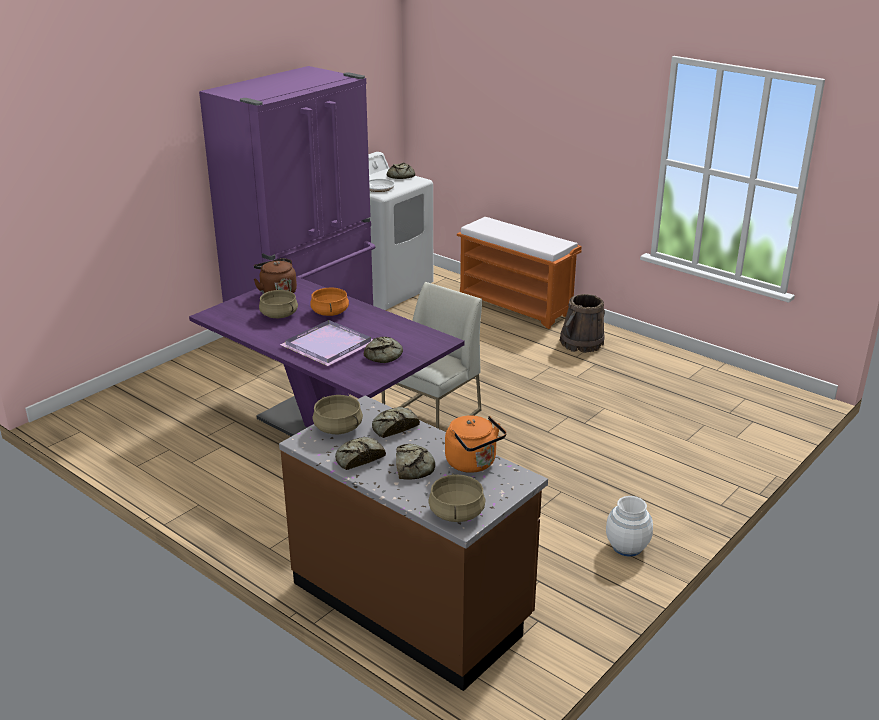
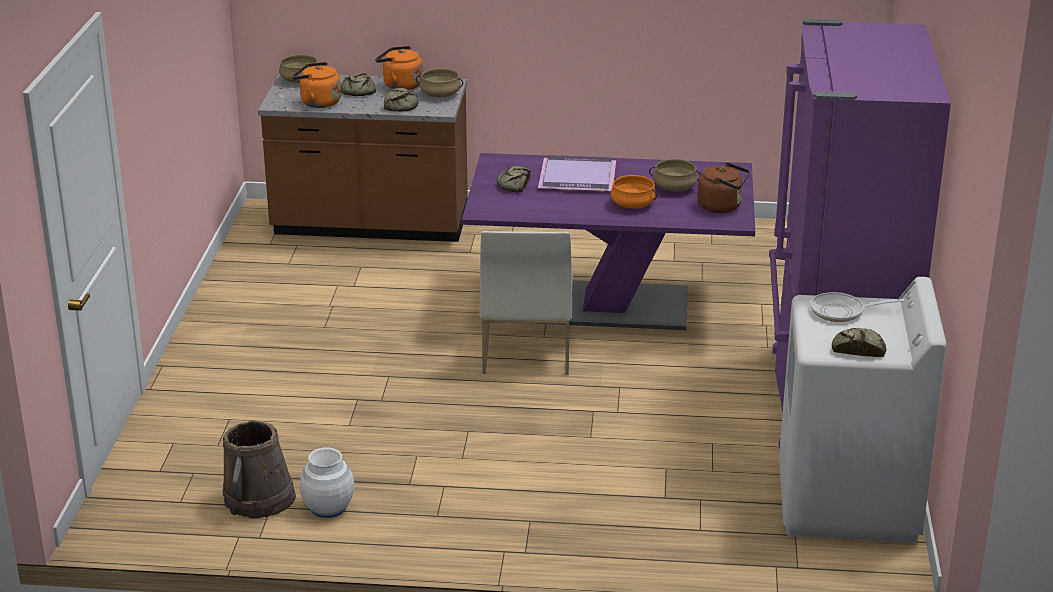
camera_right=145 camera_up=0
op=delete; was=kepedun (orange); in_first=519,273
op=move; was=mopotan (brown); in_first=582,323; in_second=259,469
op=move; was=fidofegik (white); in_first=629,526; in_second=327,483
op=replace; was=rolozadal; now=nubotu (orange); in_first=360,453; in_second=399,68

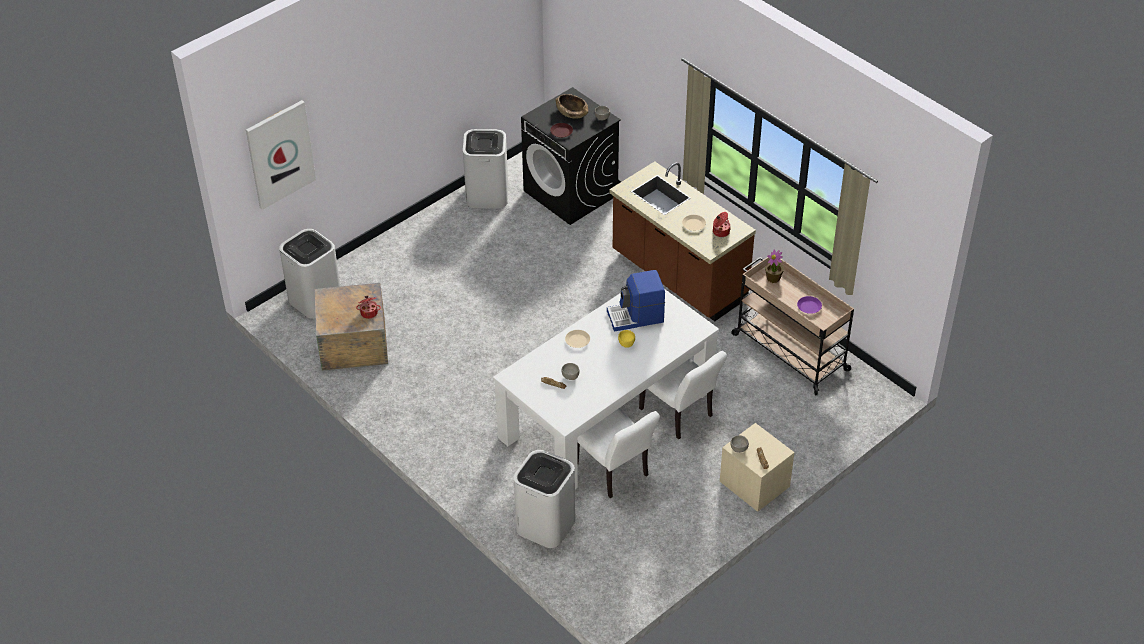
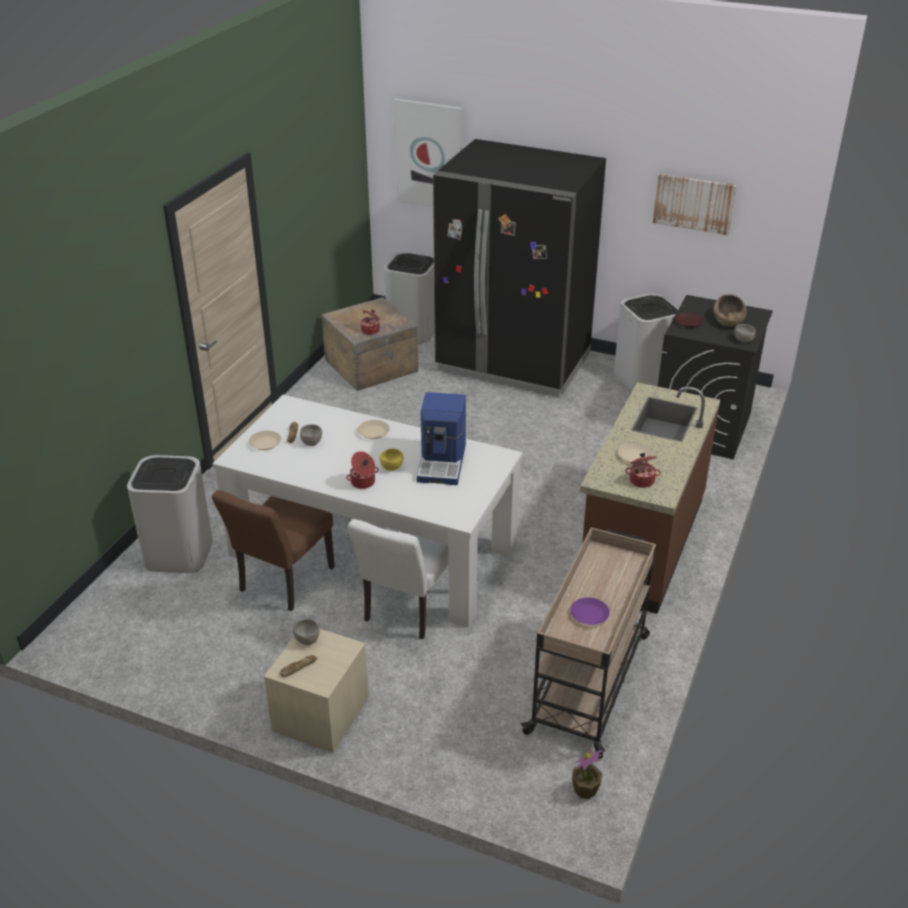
camera_right=65 camera_up=-10
op=insert; now=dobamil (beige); in_second=264,440
op=insert; now=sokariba; in_second=362,470
op=insert; now=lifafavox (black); in_second=519,268
op=insert; now=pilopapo; in_second=694,204
op=move; was=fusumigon; in_first=774,266; in_second=587,774
op=recolor; was=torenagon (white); now=torenagon (brown); in_first=618,453; in_second=273,550
op=rotate; was=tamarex; in_first=636,301; in_second=441,438; clockwise=-135

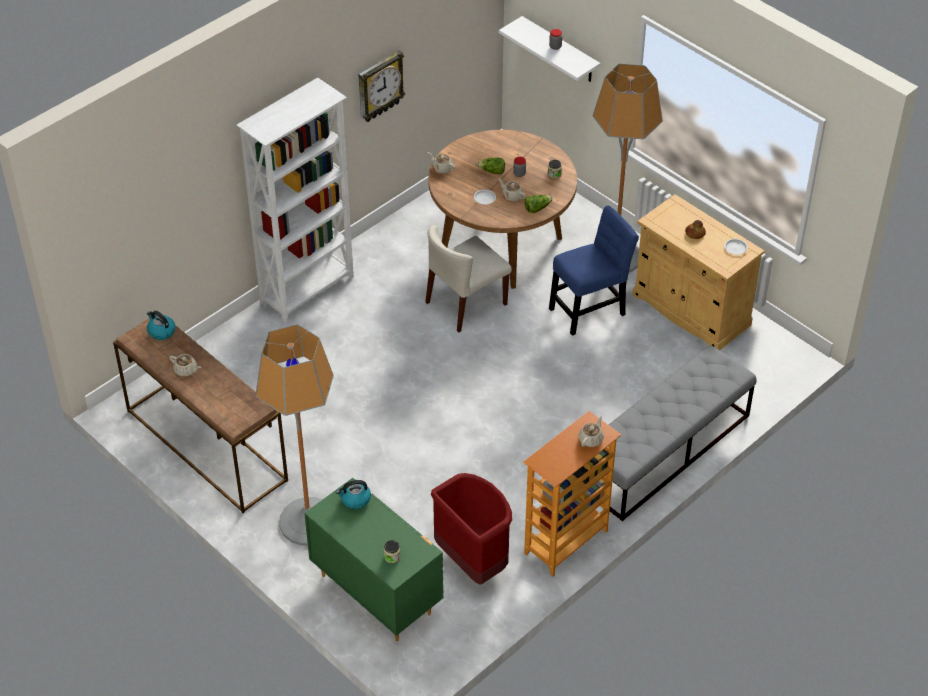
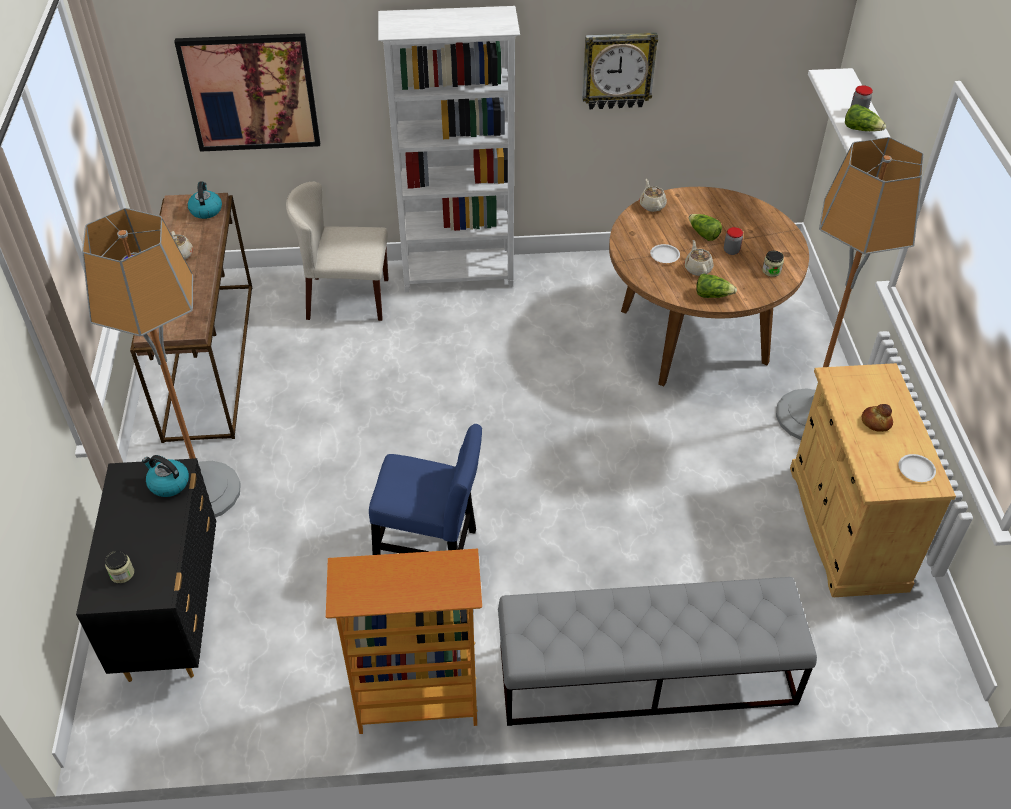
camera_right=40 camera_up=0
op=delete; was=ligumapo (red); in_first=471,529
op=delete; was=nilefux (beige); in_first=591,431
op=insert; now=pilopapo; in_second=247,92
op=insert; now=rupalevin; in_second=865,117
op=move; was=torenagon (beige); in_first=469,279; in_second=337,251
op=move; was=torenagon (blue); in_first=594,270; in_second=425,489
op=recolor; was=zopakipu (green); now=zopakipu (black); in_first=374,560; in_second=146,570

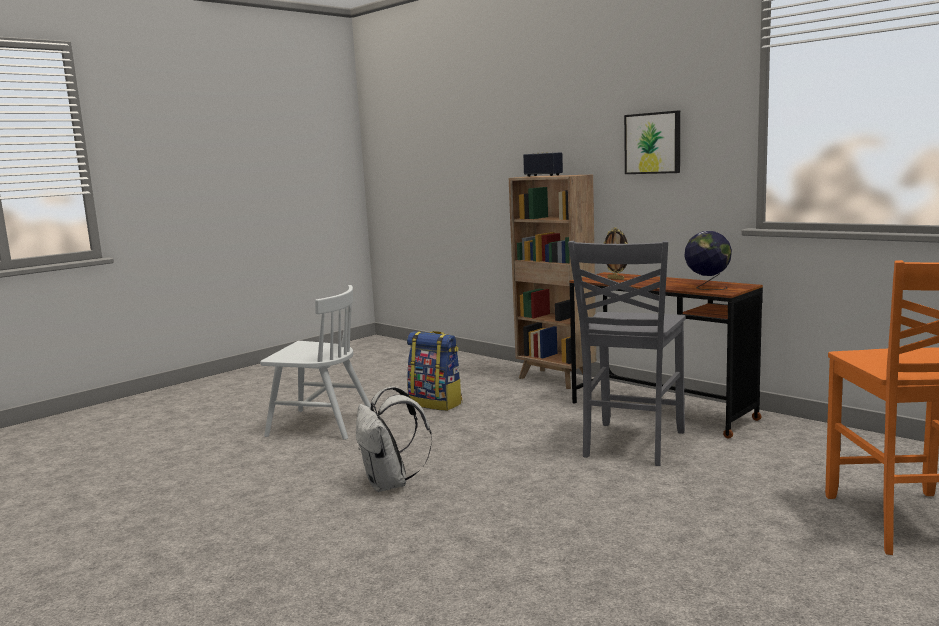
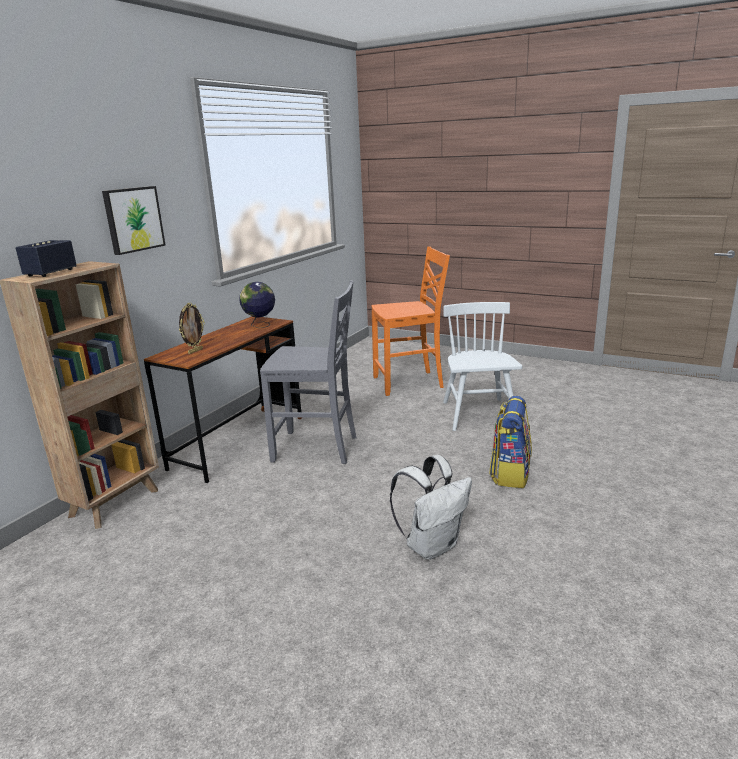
camera_right=-105 camera_up=10
op=move; was=torenagon (white); in_first=315,362; in_second=482,366
op=move; was=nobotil; in_first=434,371; in_second=510,442

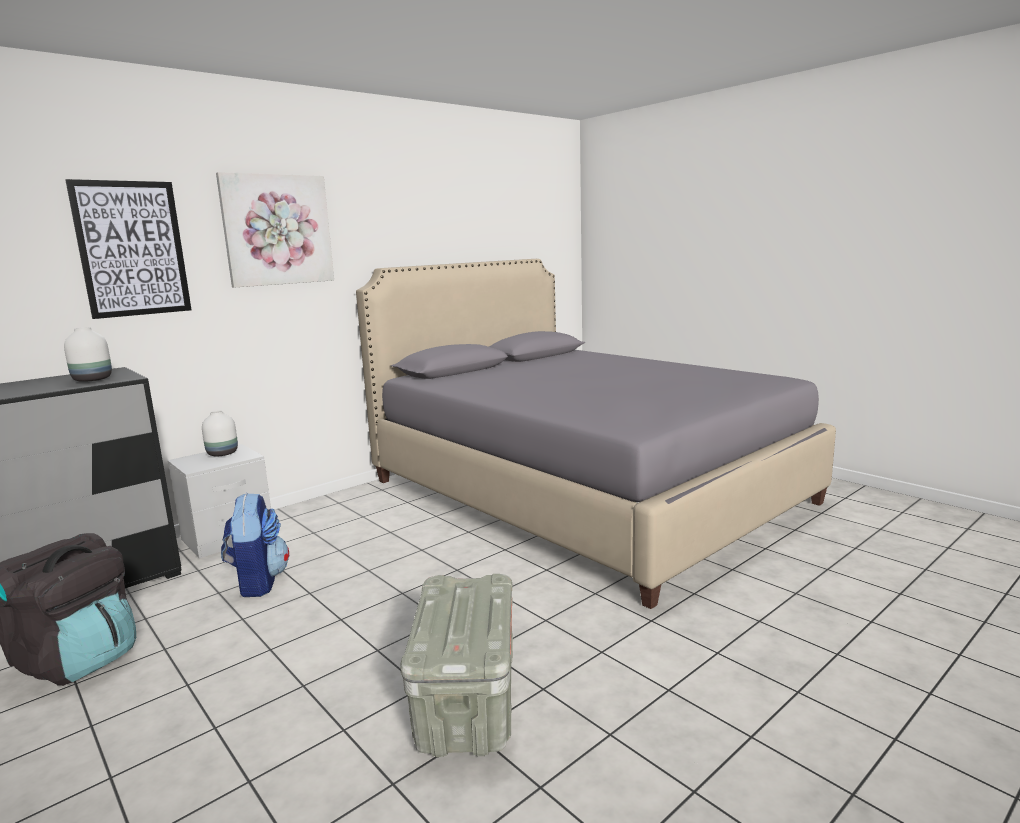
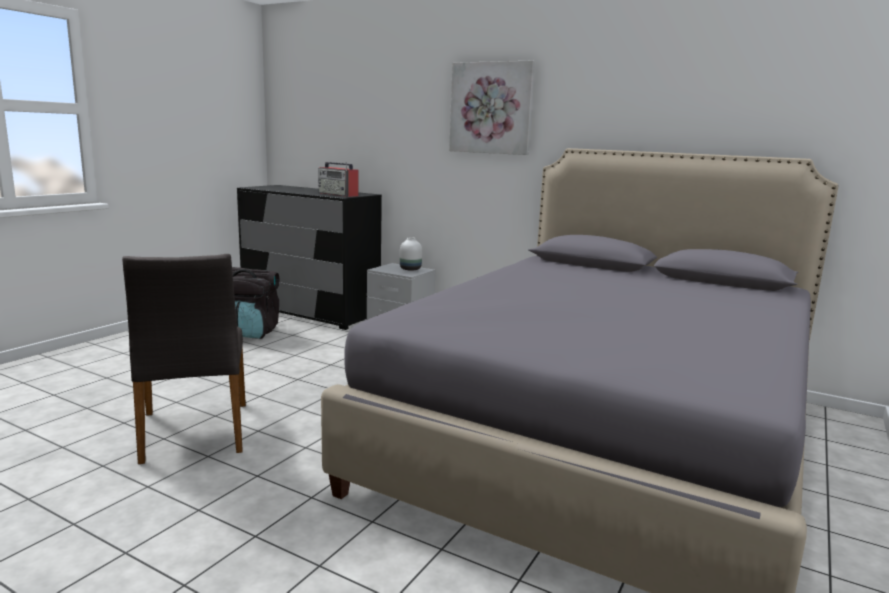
camera_right=70 camera_up=0
op=delete; was=pilopapo; in_first=128,249
op=delete; was=nobotil; in_first=255,545
op=replace; was=fidofegik (white); now=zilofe; in_first=88,354; in_second=338,179
op=replace; was=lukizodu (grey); now=torenagon (grey); in_first=456,665; in_second=184,359

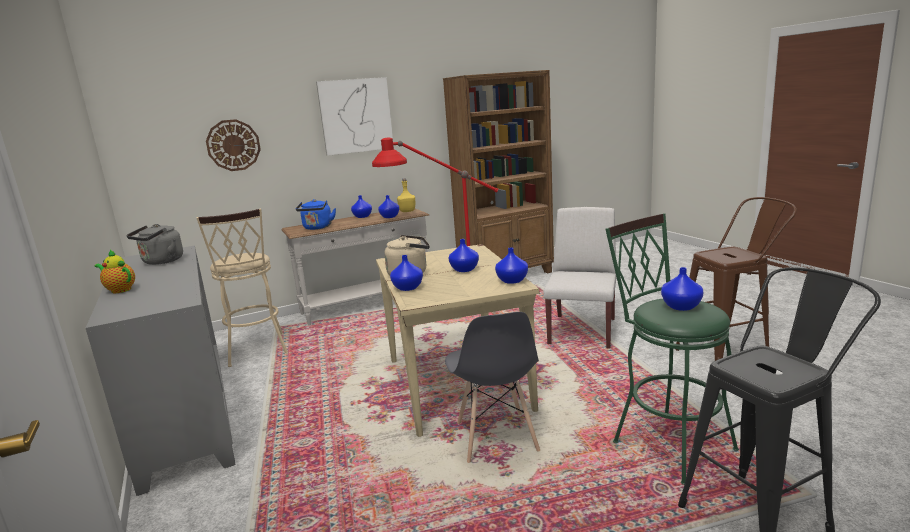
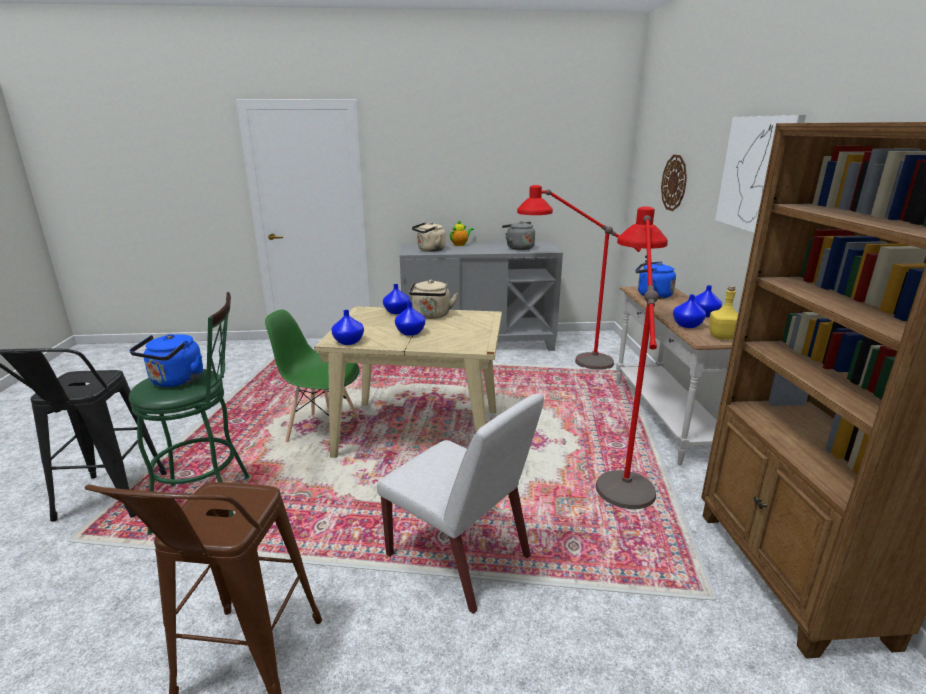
camera_right=110 camera_up=5
op=insert; now=nubotu (beige); in_second=429,237
op=replace; was=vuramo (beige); now=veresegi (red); in_first=242,288; in_second=579,277
op=replace; was=fidofegik (blue); now=nubotu (blue); in_first=682,289; in_second=166,360
op=recolor; was=torenagon (grey); now=torenagon (green); in_first=492,387; in_second=313,376

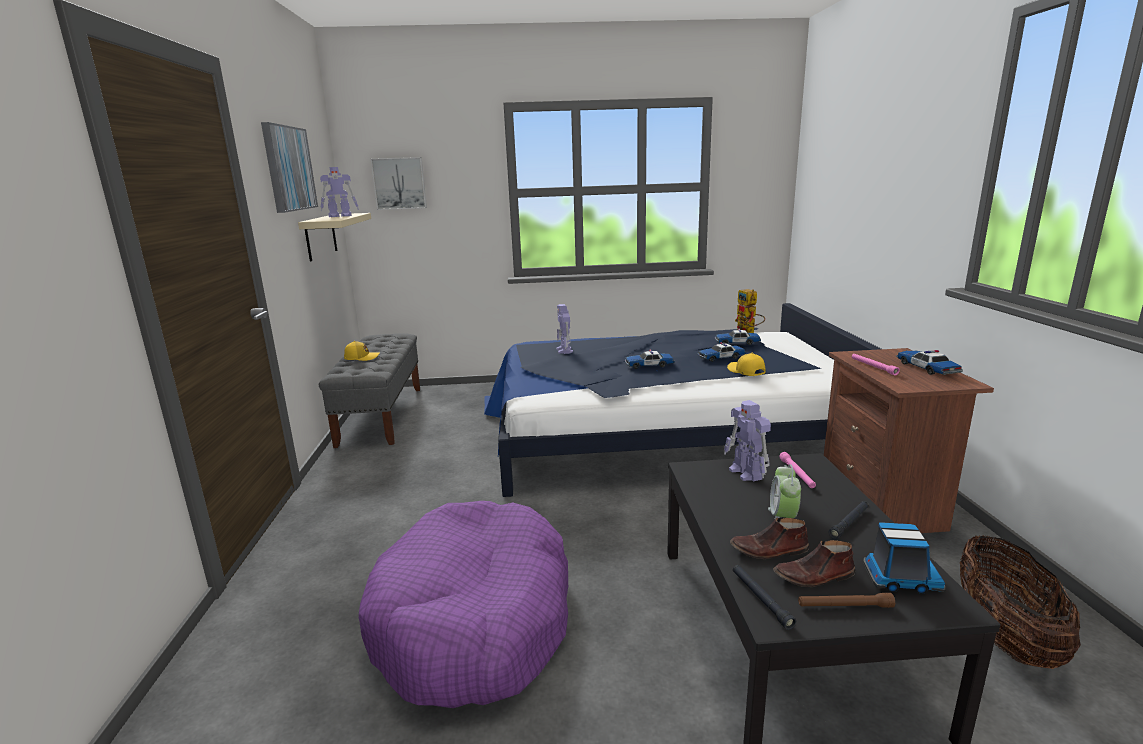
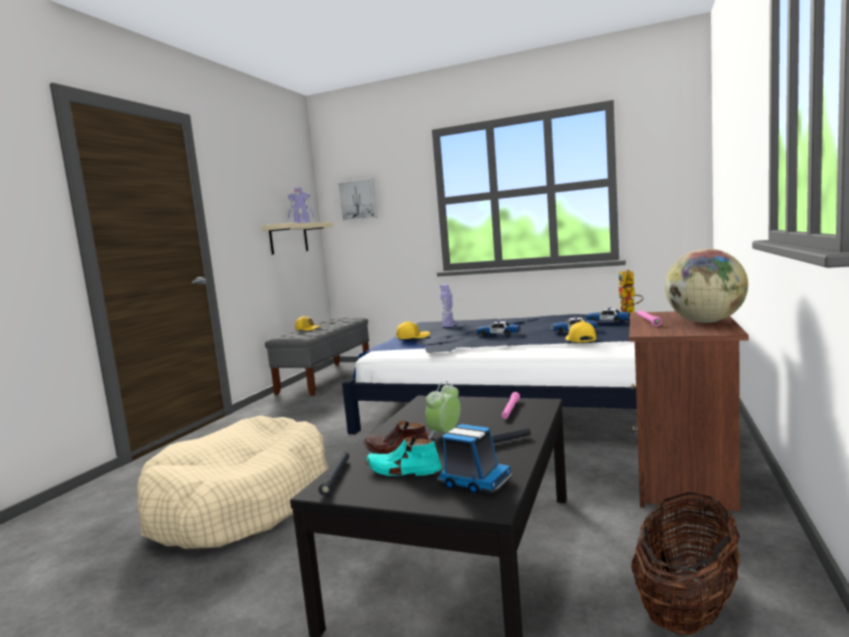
camera_right=25 camera_up=-10
op=delete; was=pilopapo; in_first=289,167
op=delete; was=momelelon; in_first=747,441
op=delete; was=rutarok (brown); in_first=846,600
op=insert; now=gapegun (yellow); in_second=413,329
op=replace; was=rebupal; now=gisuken; in_first=929,362; in_second=706,286
op=recolor; was=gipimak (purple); now=gipimak (beige); in_first=463,604; in_second=232,482
op=recolor; was=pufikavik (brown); now=pufikavik (turquoise); in_first=814,563; in_second=403,456

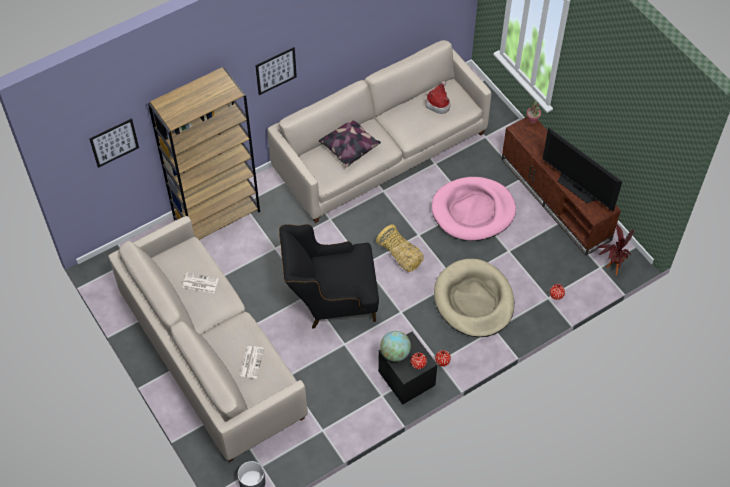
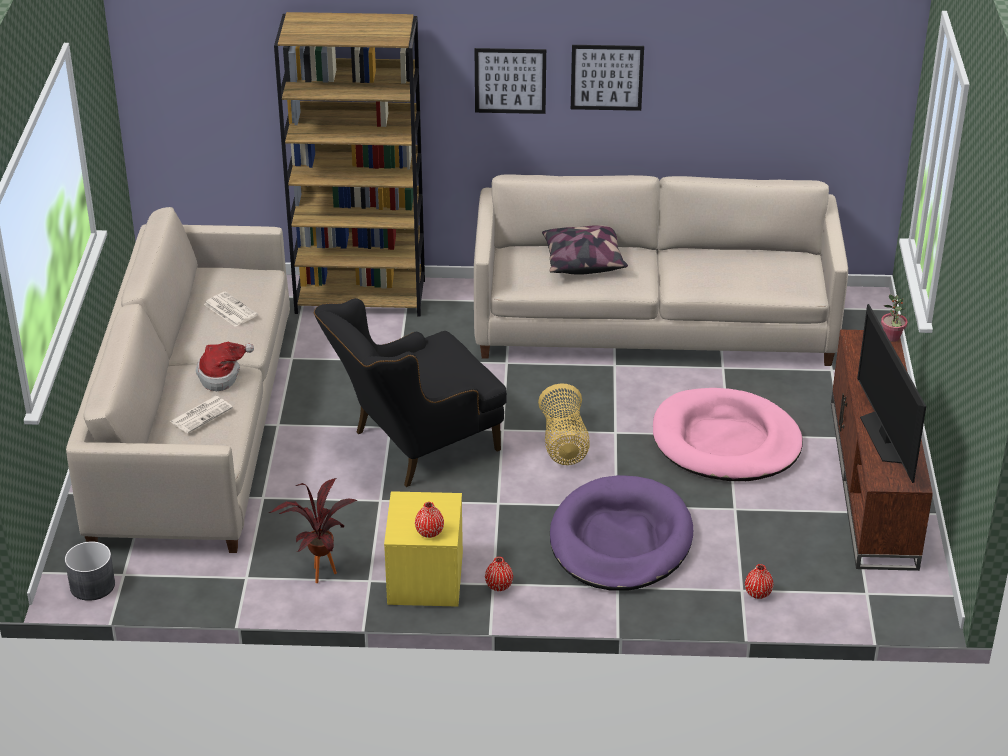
camera_right=35 camera_up=-20
op=delete; was=gisuken; in_first=395,346
op=move; was=pilopapo; in_first=114,143; in_second=607,78
op=move; was=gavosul; in_first=437,97; in_second=225,366
op=move; was=fusumigon; in_first=615,249; in_second=313,530
op=recolor; was=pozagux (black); now=pozagux (yellow); in_first=408,368; in_second=423,549
op=recolor; was=gipimak (beige); now=gipimak (purple); in_first=474,298; in_second=621,533
op=rotate; was=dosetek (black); in_first=329,276; in_second=410,392; clockwise=-60

